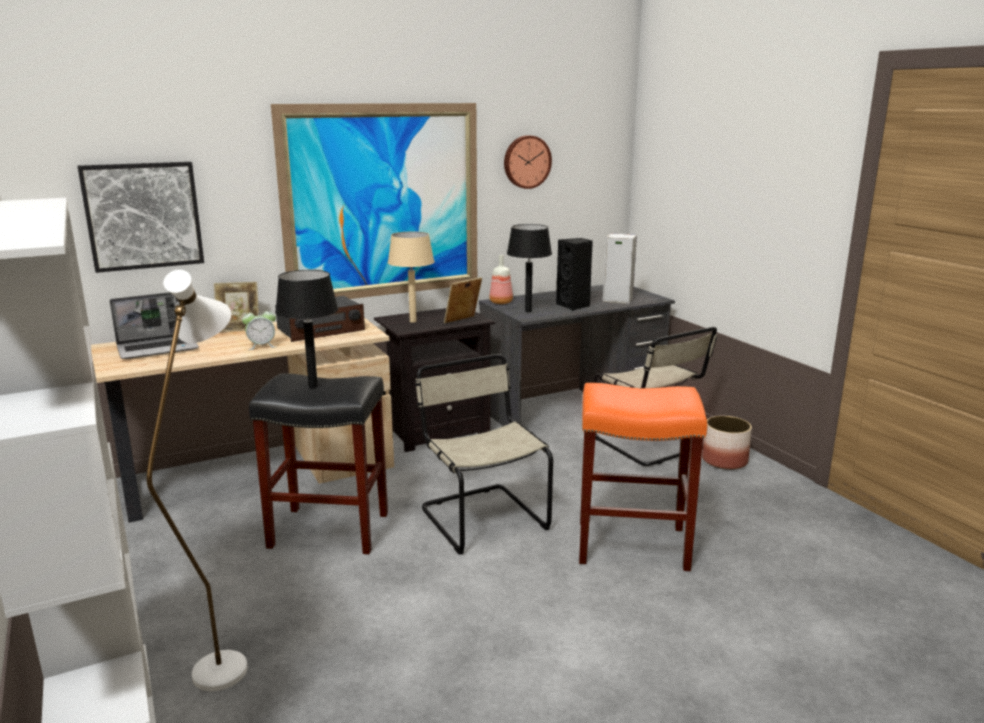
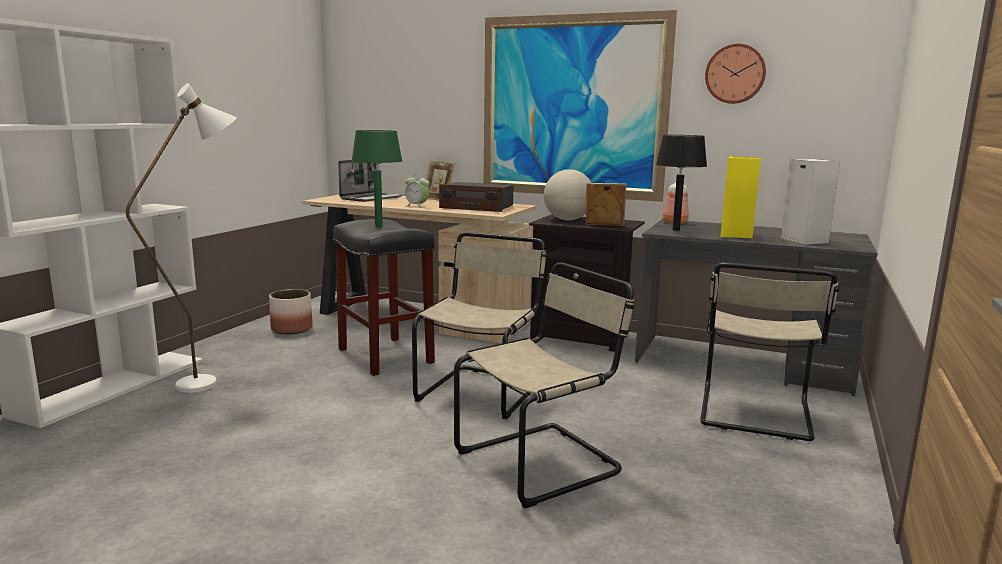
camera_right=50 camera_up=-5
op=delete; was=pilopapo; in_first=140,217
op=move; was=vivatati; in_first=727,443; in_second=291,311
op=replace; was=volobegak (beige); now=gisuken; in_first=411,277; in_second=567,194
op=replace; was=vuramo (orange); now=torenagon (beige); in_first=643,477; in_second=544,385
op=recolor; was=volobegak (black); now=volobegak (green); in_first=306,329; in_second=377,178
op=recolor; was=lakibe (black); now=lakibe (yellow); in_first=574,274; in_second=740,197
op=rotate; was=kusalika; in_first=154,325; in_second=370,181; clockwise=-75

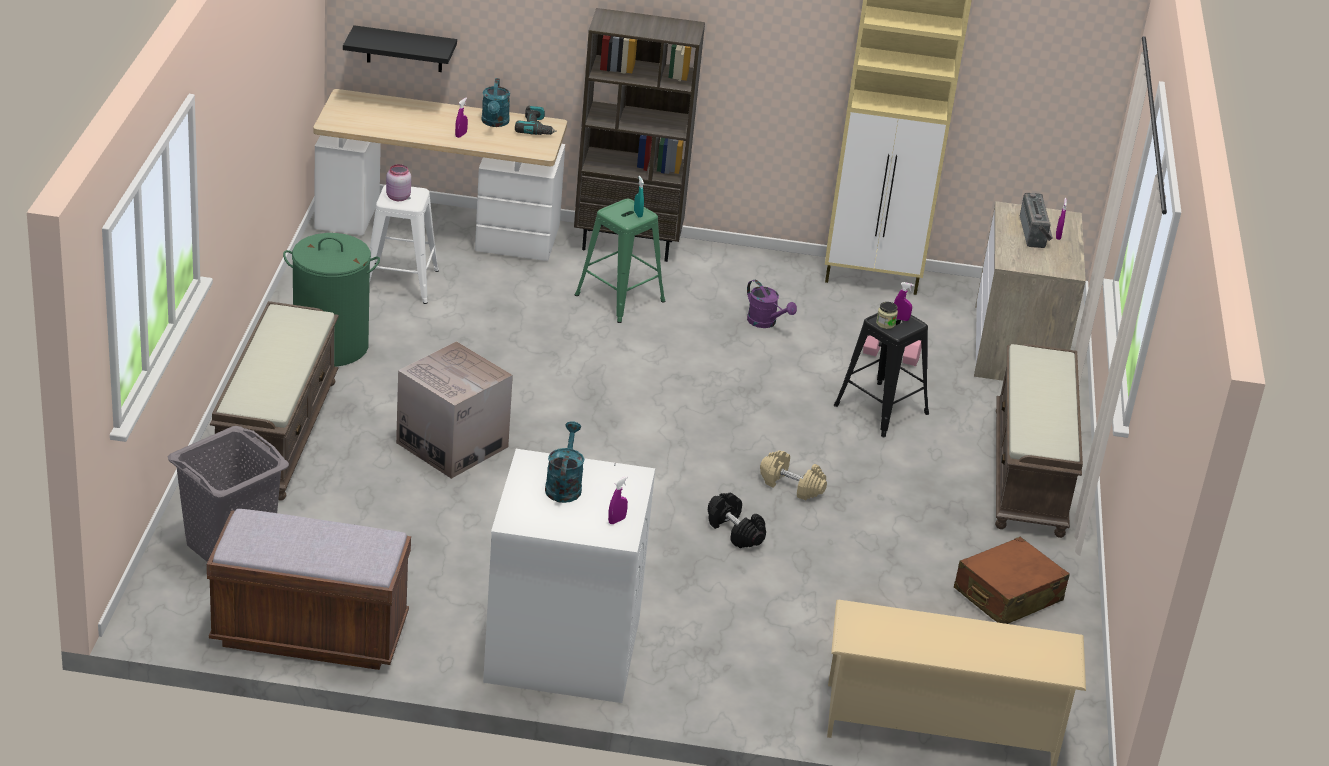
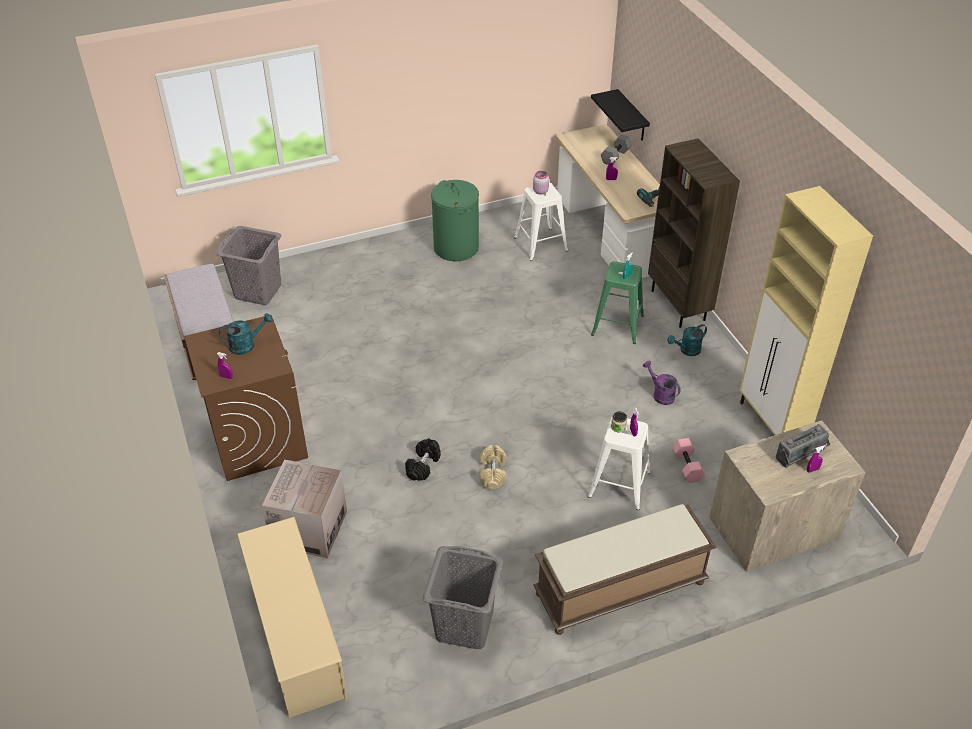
camera_right=65 camera_up=10
op=delete; was=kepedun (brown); in_first=274,401
op=insert; now=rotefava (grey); in_second=616,149
op=move; was=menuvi; in_first=454,410; in_second=304,509
op=move; was=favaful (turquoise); in_first=496,102; in_second=687,340
op=replace; was=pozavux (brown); now=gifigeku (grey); in_first=1012,580; in_second=463,597
op=recolor; was=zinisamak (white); now=zinisamak (brown); in_first=569,576; in_second=246,398
op=recolor; was=vuramo (black); now=vuramo (white); in_first=881,375; in_second=619,464
op=rotate; was=favaful (purple); in_first=772,304; in_second=662,383; clockwise=120

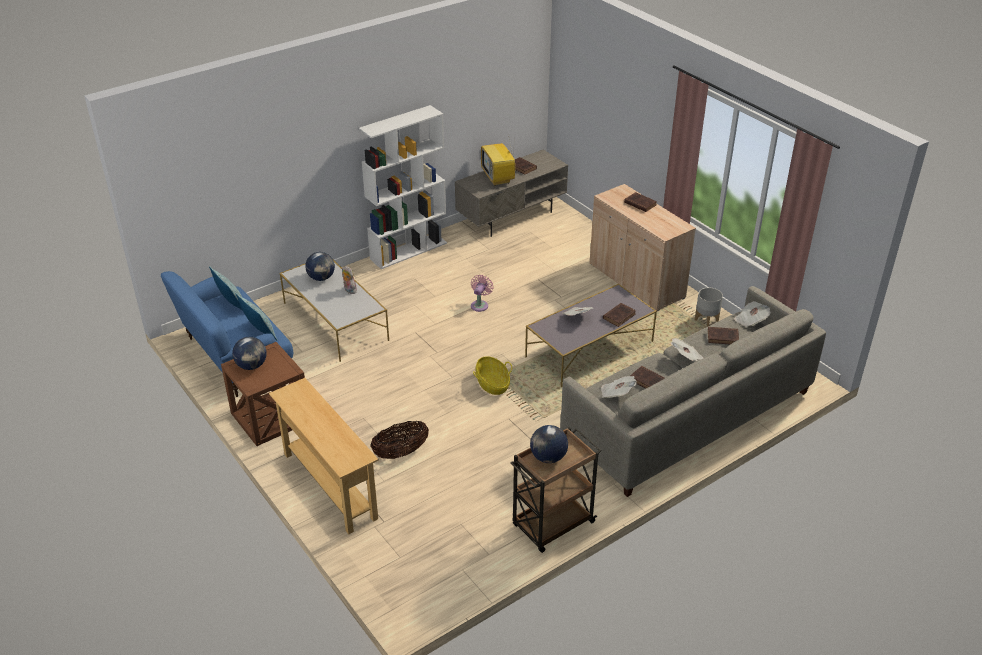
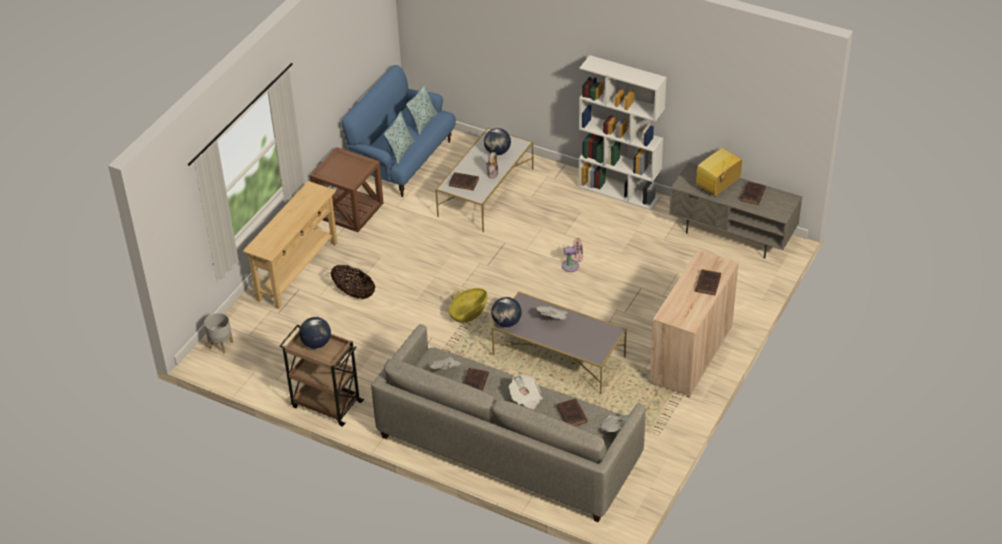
camera_right=65 camera_up=5
op=move; was=gisuken; in_first=249,353; in_second=506,312
op=move; was=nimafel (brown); in_first=619,315; in_second=464,181
op=move; was=vivatati (grey); in_first=709,307; in_second=218,333

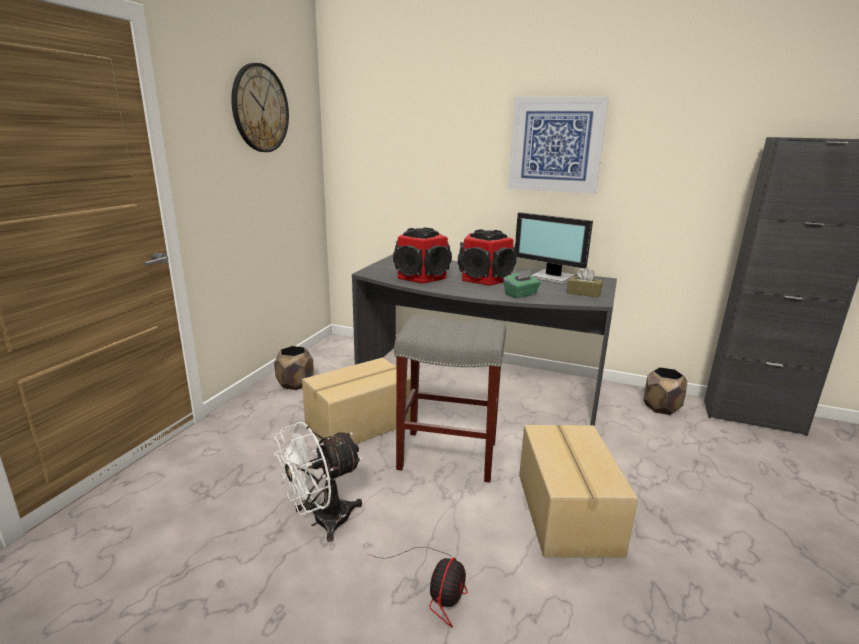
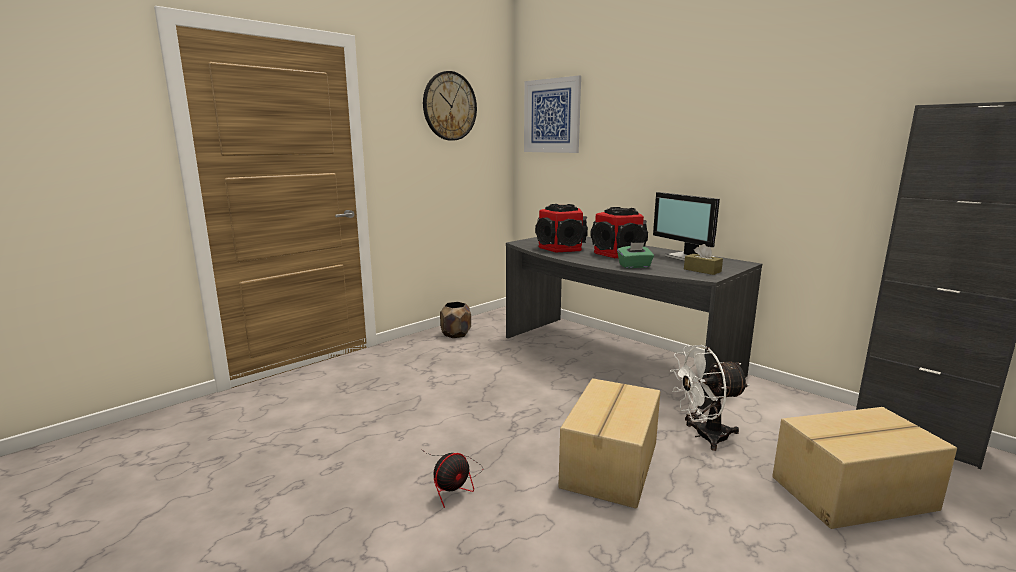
camera_right=25 camera_up=-5
op=delete; was=vuramo (grey); in_first=450,399
op=delete; was=vivatati (brown); in_first=665,391
op=move; was=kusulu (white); in_first=318,482; in_second=709,398
op=move; was=menuvi; in_first=356,401; in_second=864,468
op=move; was=pilopapo; in_first=558,145; in_second=552,114

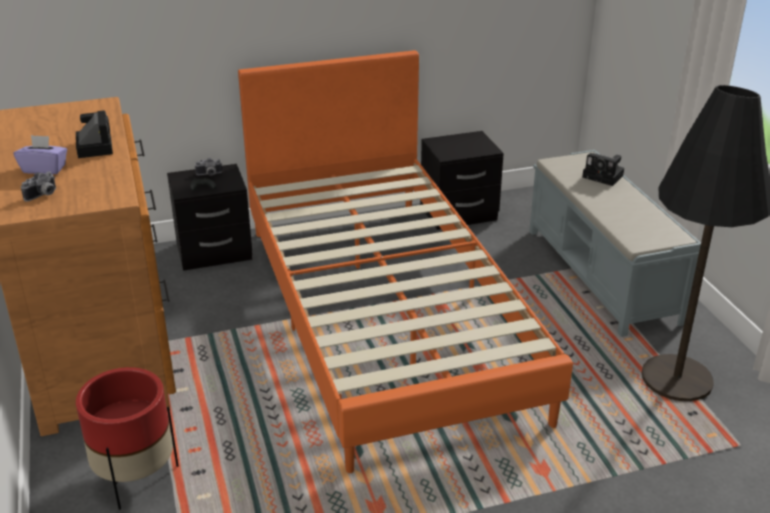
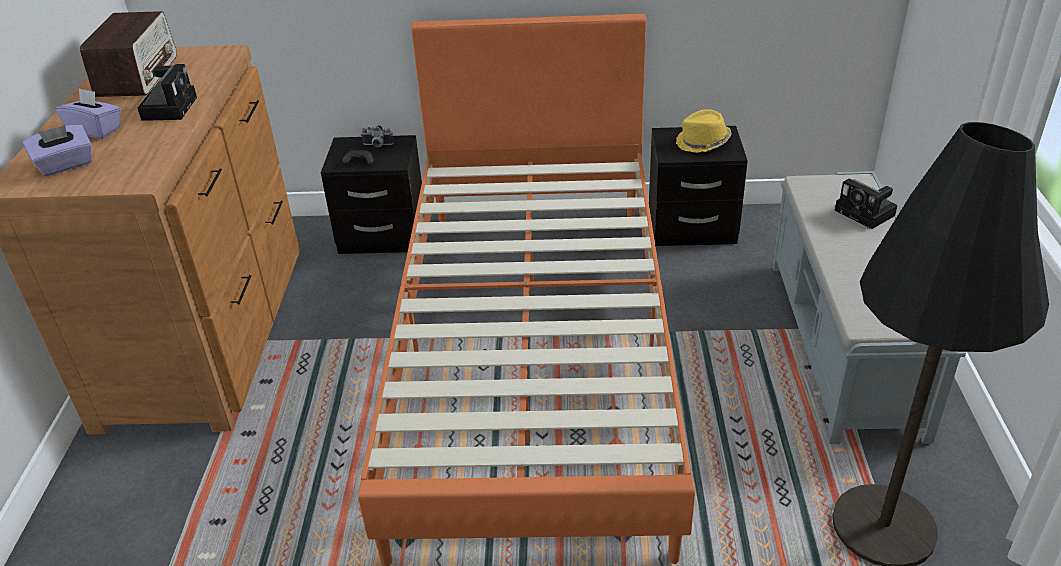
camera_right=20 camera_up=5
op=delete; was=vivatati (red); in_first=127,438
op=insert; now=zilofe; in_second=128,54
op=insert; now=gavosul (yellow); in_second=703,131
op=replace; was=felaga; now=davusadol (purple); in_first=38,186; in_second=57,151

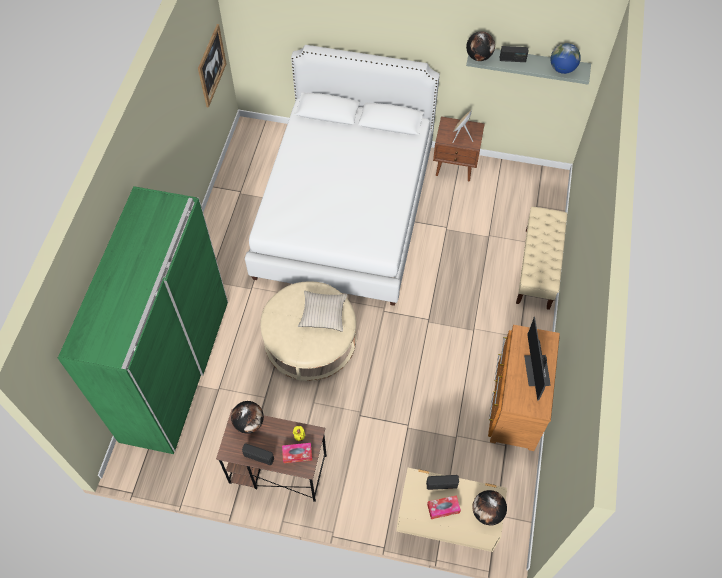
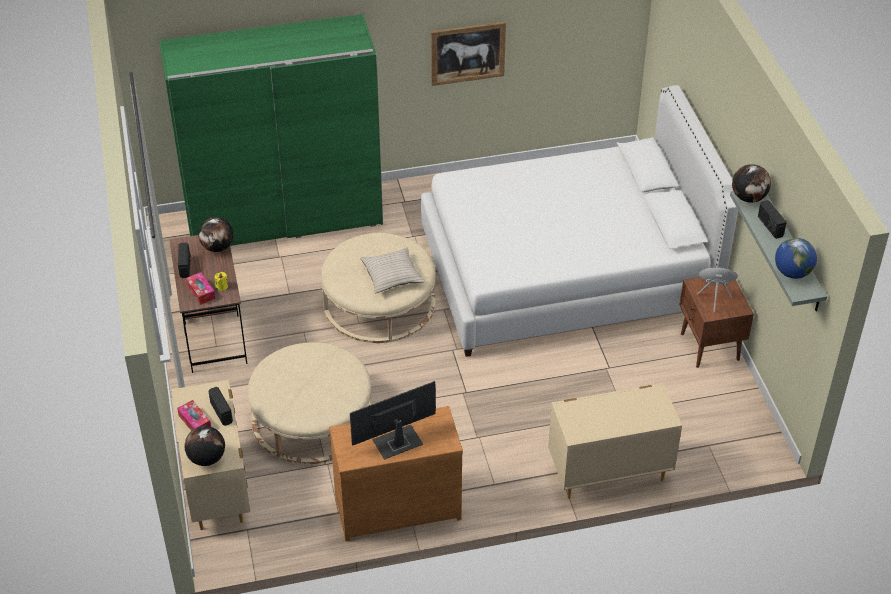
camera_right=65 camera_up=-15
op=insert; now=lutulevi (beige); in_second=309,403
op=move; was=pilopapo; in_first=212,66; in_second=468,54
op=replace; was=kepedun (beige); now=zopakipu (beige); in_first=541,258; in_second=615,441

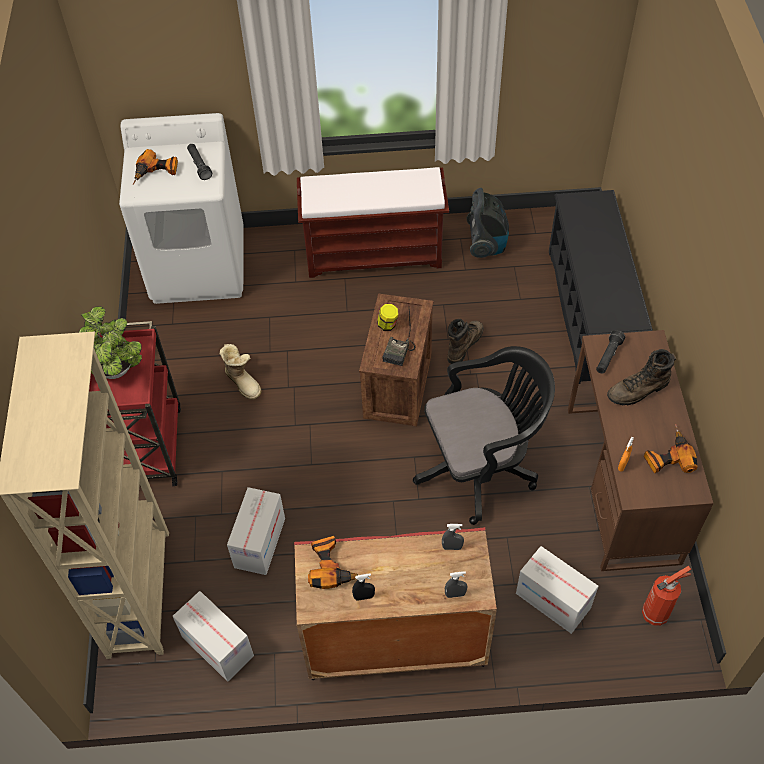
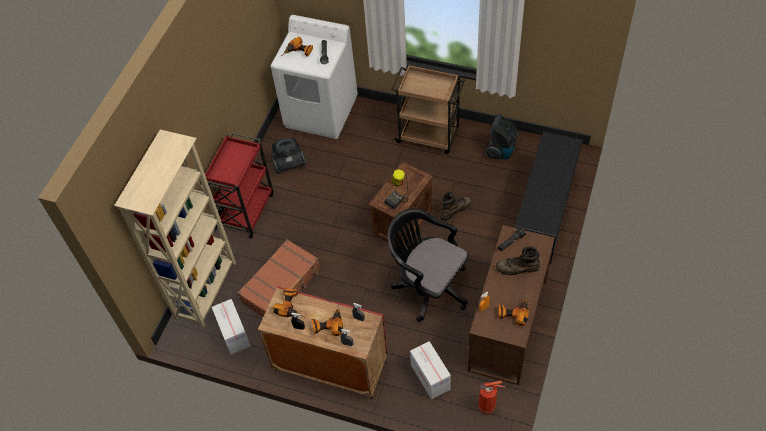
camera_right=25 camera_up=0
op=delete; was=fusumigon; in_first=110,342
op=delete; was=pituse; in_first=240,372
op=insert; now=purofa; in_second=289,155
op=insert; now=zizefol; in_second=327,320
op=replace; was=menuvi; now=pozavux (brown); in_first=256,531; in_second=279,278
op=replace; was=kepedun (brown); now=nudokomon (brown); in_first=373,222; in_second=428,109
op=rotate; was=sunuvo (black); in_first=484,435; in_second=427,265; clockwise=-150

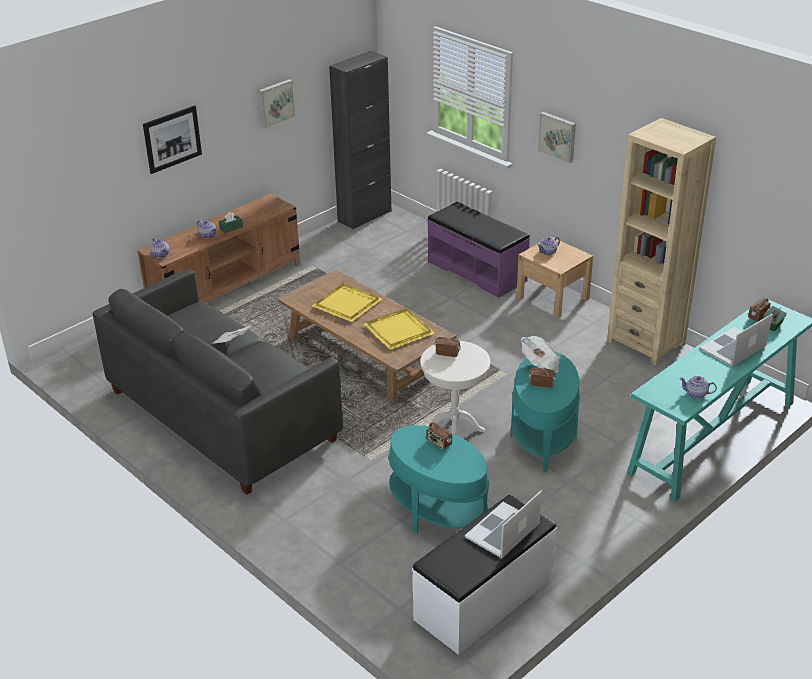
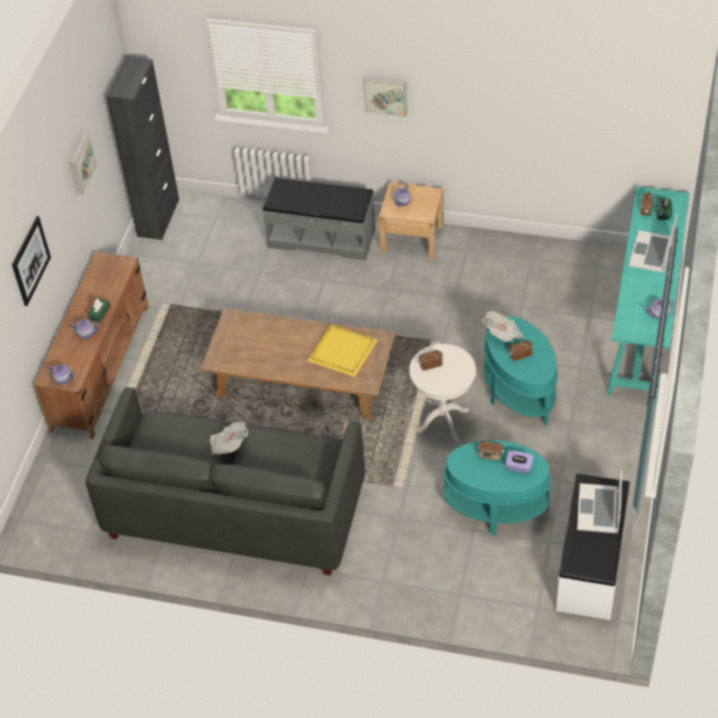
camera_right=-30 camera_up=15
op=delete; was=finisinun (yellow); in_first=347,302
op=delete; was=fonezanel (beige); in_first=661,242
op=insert; now=davusadol (purple); in_second=519,462
op=recolor; was=kepedun (purple); now=kepedun (grey); in_first=478,250; in_second=318,219

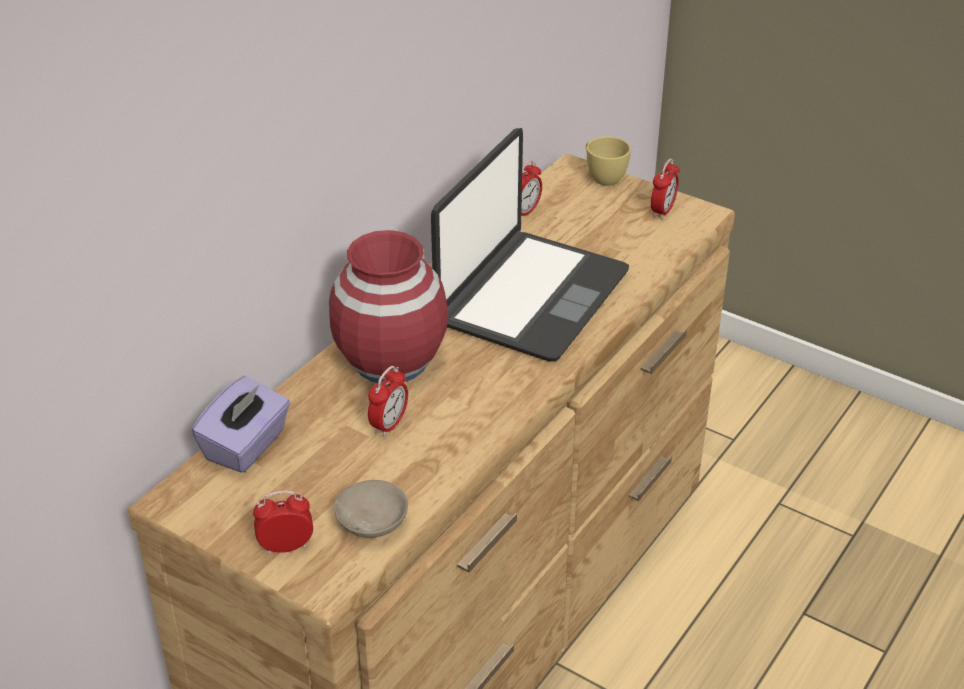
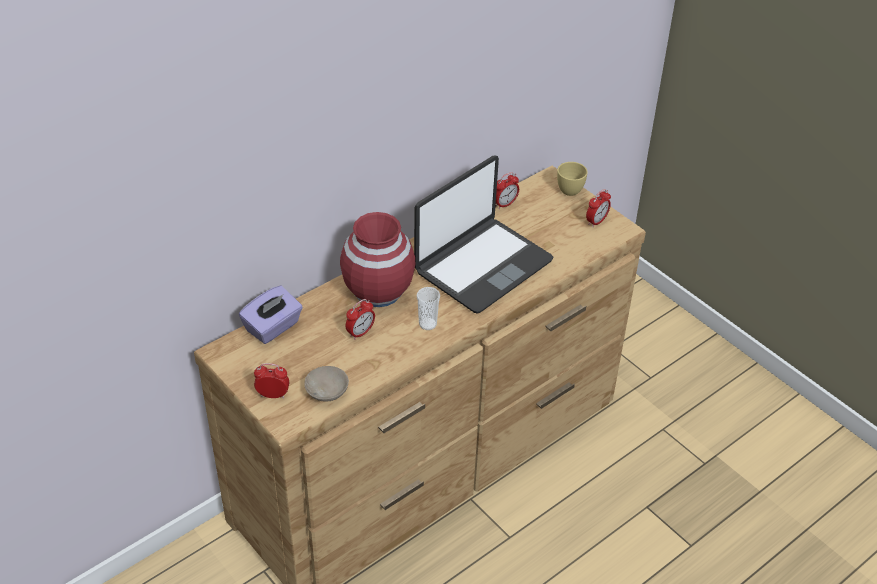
camera_right=15 camera_up=5
op=insert; now=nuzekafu; in_second=428,308

